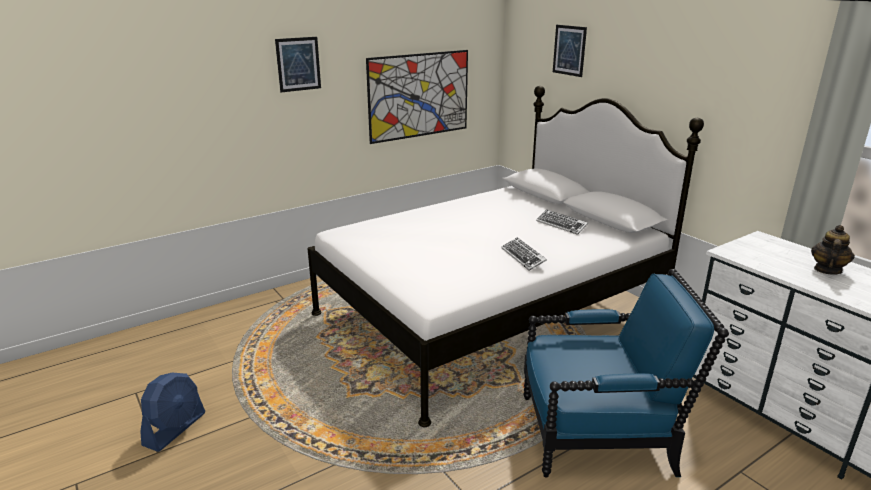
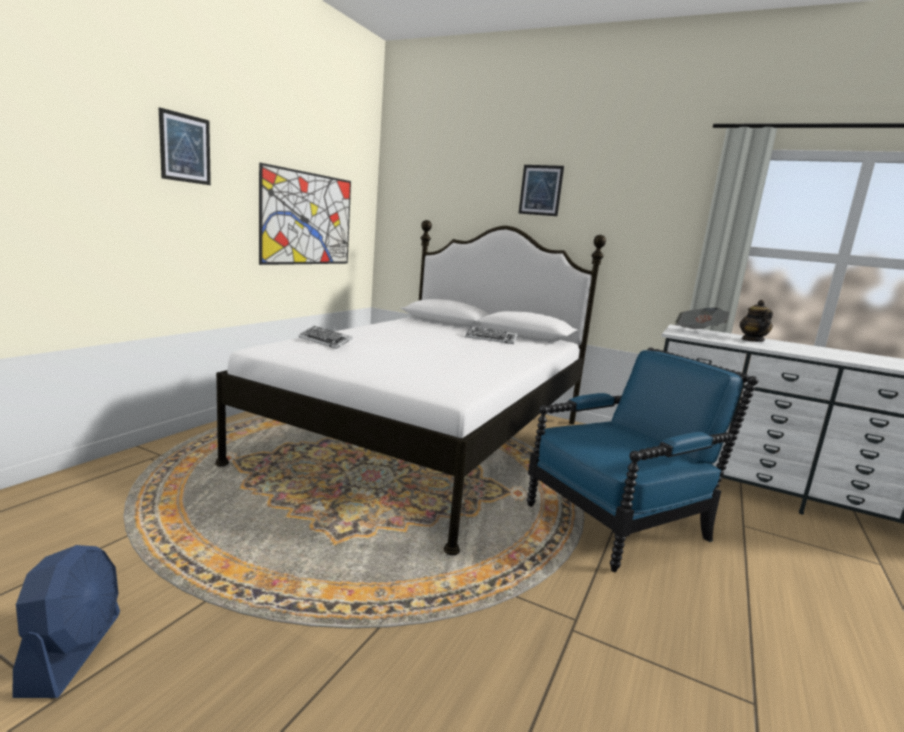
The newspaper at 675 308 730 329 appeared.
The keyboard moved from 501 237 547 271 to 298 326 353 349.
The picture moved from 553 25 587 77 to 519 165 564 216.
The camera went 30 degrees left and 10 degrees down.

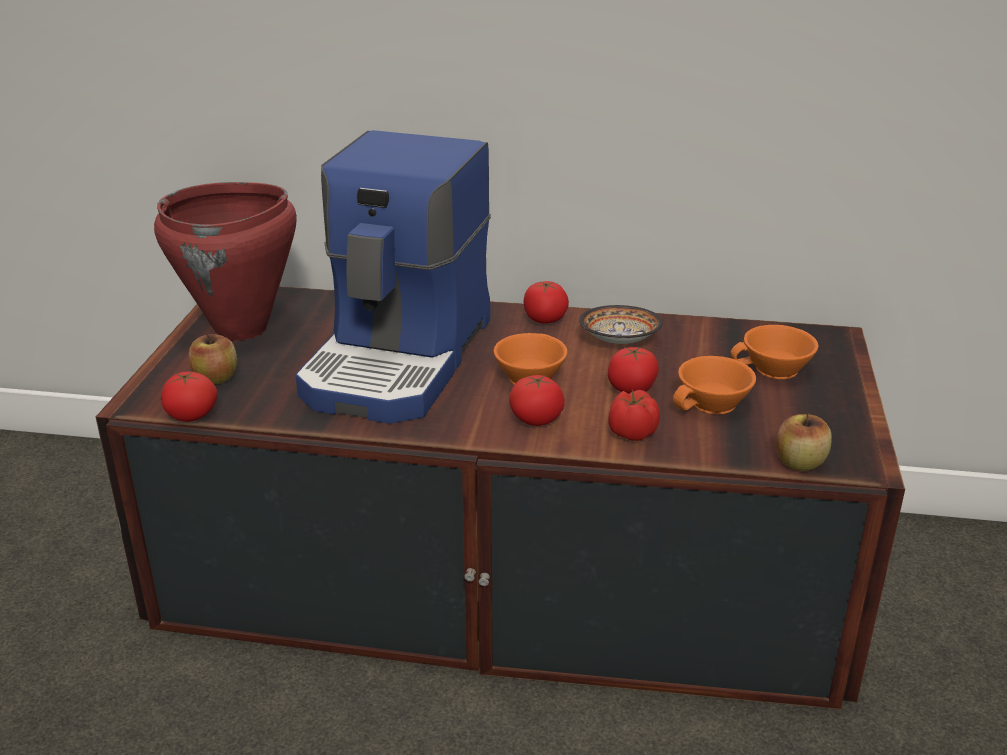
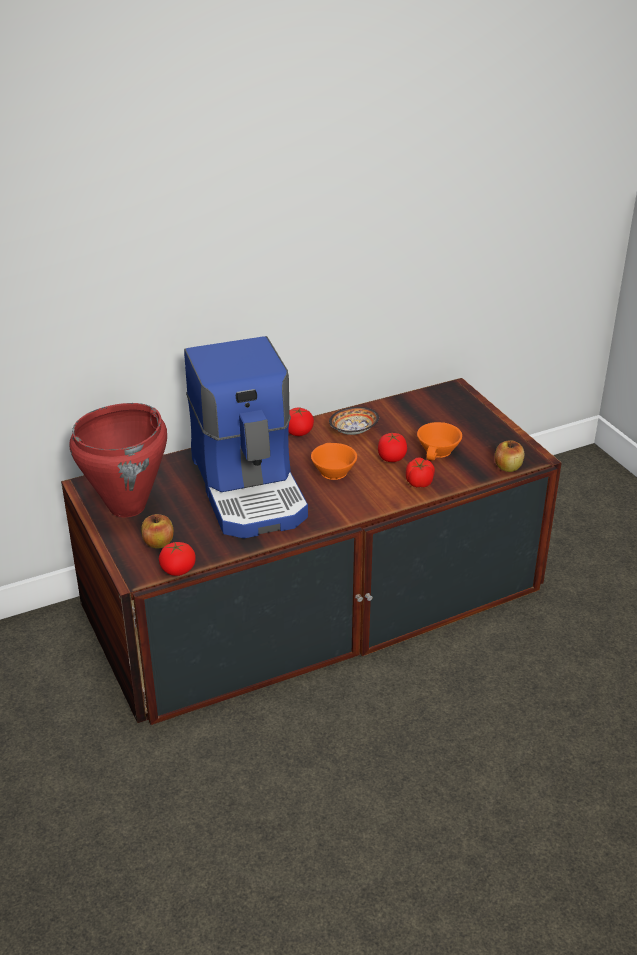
The tomato at 509 375 565 426 disappeared.
The orange cup at 730 325 818 379 disappeared.
The camera went 35 degrees left and 5 degrees up.

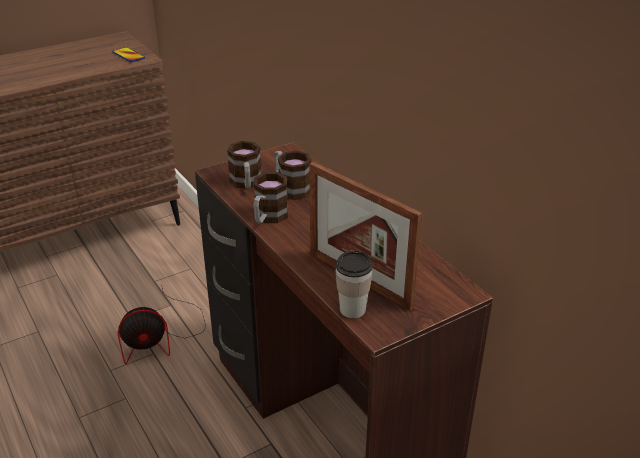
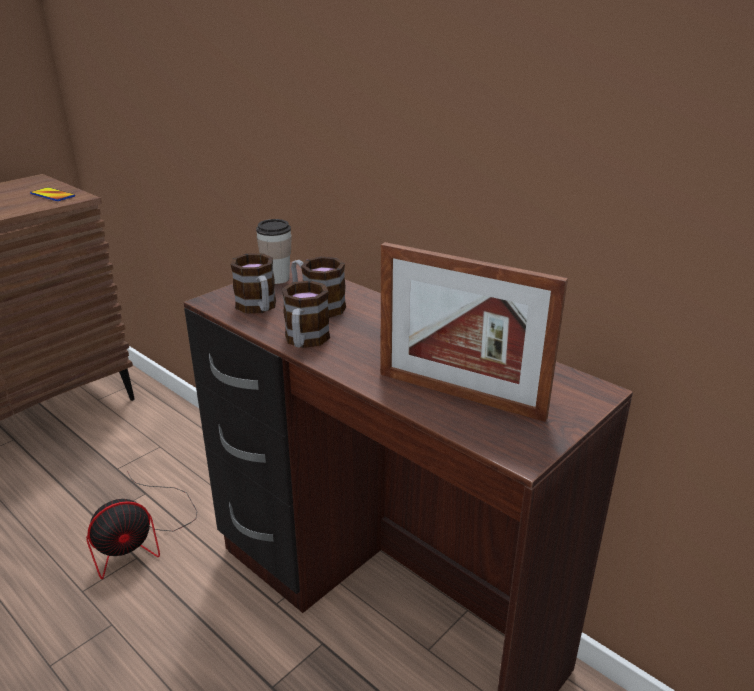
The cup moved from 335 251 373 318 to 256 219 292 284.
The camera went 15 degrees left and 5 degrees down.

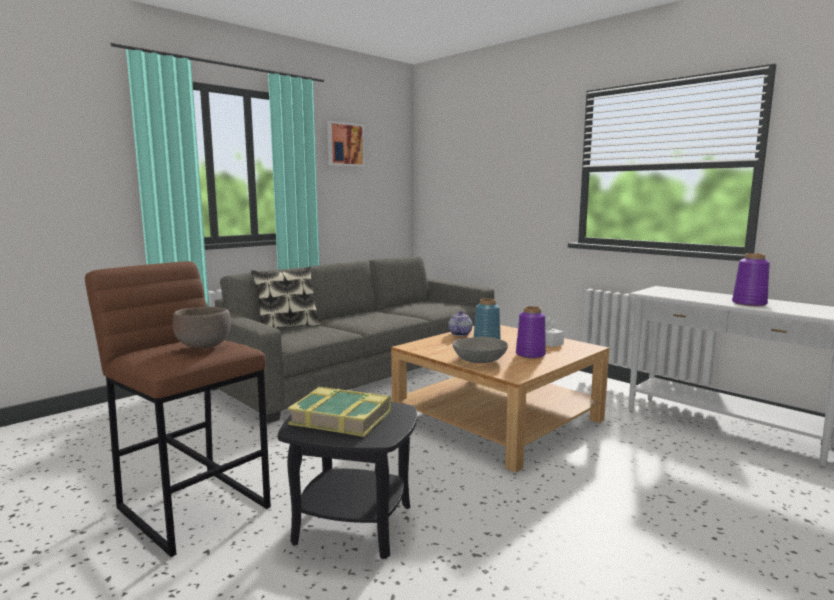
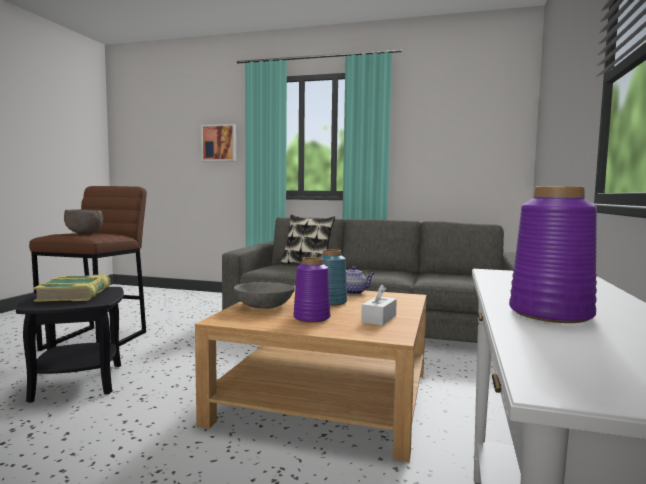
The picture moved from 327 121 365 167 to 201 124 236 161.
The camera went 60 degrees right and 5 degrees down.

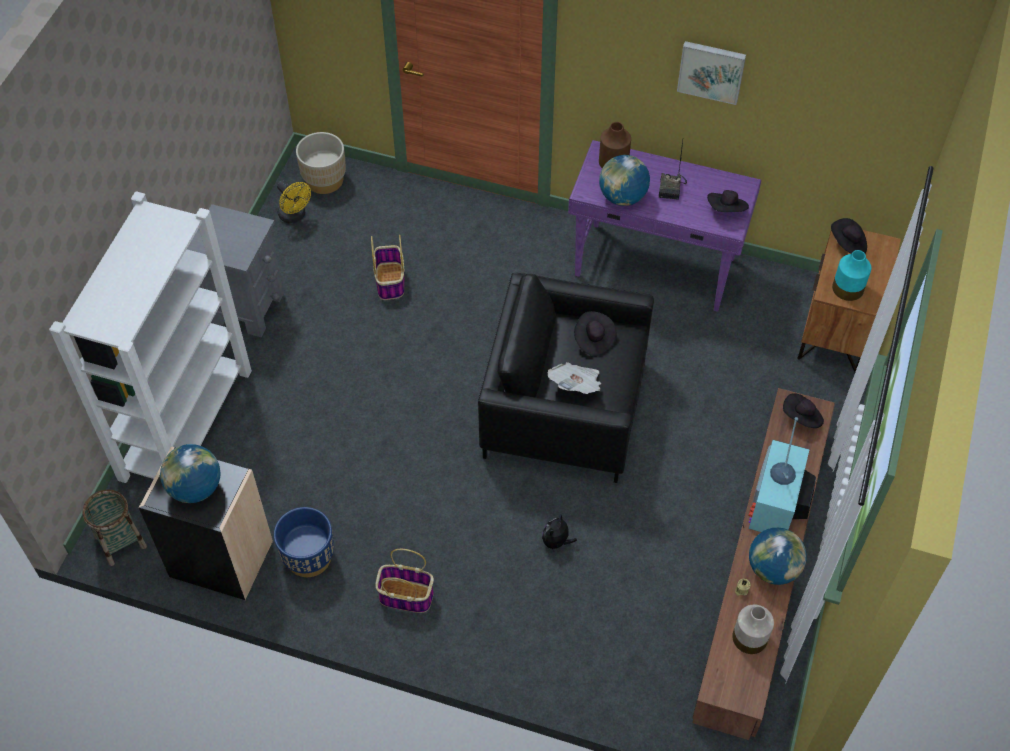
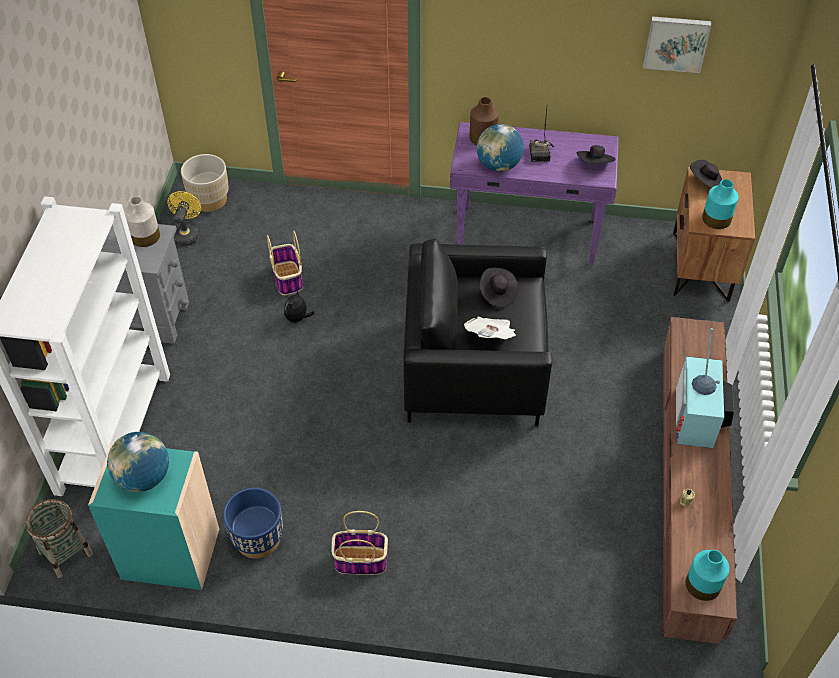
The globe at 749 528 807 585 disappeared.
The black hat at 783 393 824 428 disappeared.
The turquoise vase at 686 550 730 601 appeared.
The plush toy moved from 542 515 577 551 to 284 290 314 324.
The picture moved from 677 41 746 105 to 643 16 711 73.
The beige vase moved from 732 605 774 654 to 124 196 160 247.
The black bookcase at 139 446 273 600 became the turquoise bookcase at 88 442 219 590.
The yellow fan at 277 180 311 224 turned 120 degrees counterclockwise.
The camera went 10 degrees left and 5 degrees down.

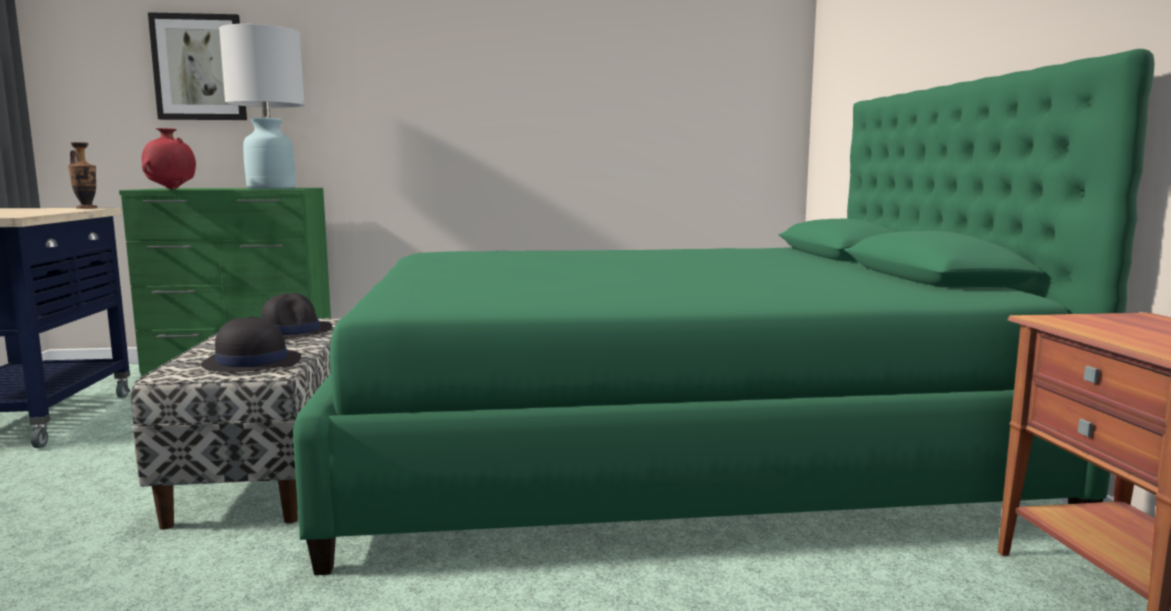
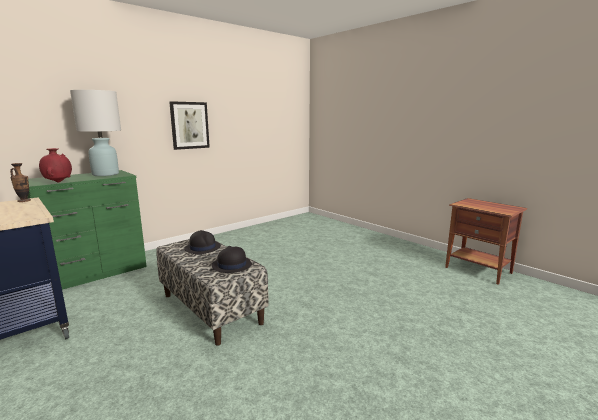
The green bed at 293 49 1155 575 disappeared.
The picture moved from 148 12 247 120 to 169 101 210 150.
The camera went 35 degrees left and 5 degrees up.

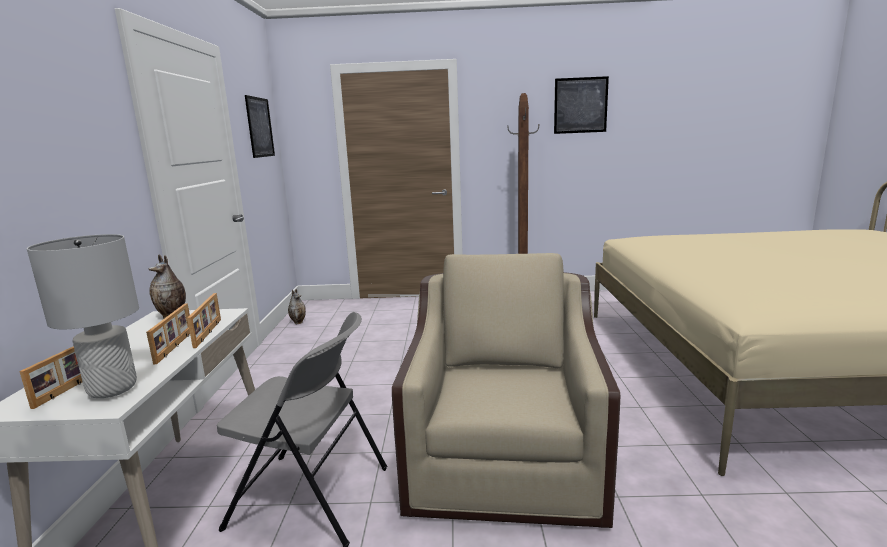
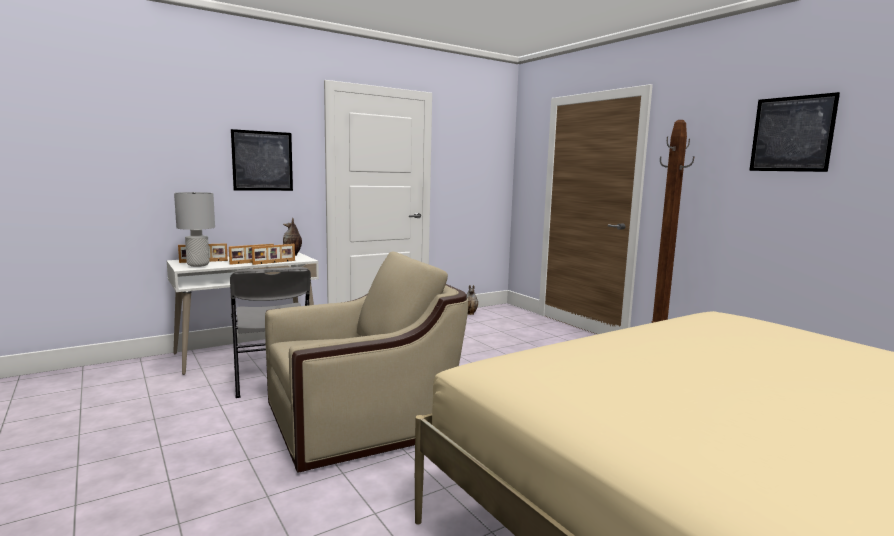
The picture moved from 245 95 275 158 to 231 129 293 191.
The camera went 55 degrees right and 5 degrees down.

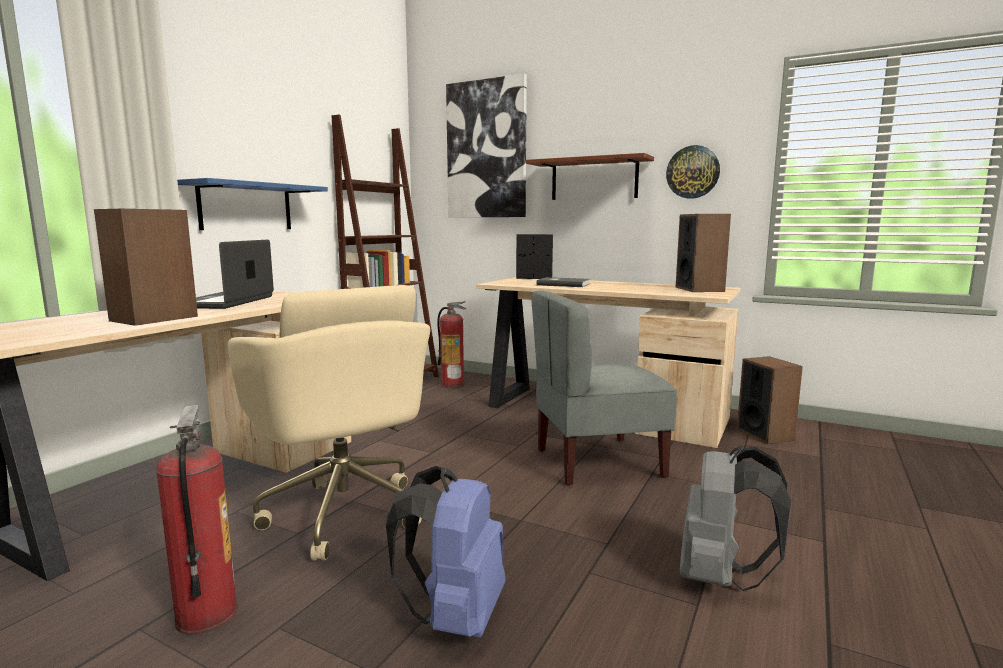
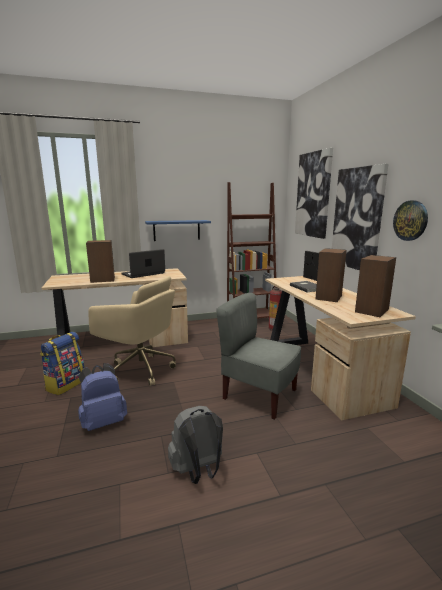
The speaker moved from 737 356 803 444 to 315 248 347 302.
The fire extinguisher at 156 405 238 635 was replaced by the backpack at 40 332 85 395.
The brown shelf at 526 153 654 200 was replaced by the picture at 332 164 389 270.
The beige office chair at 228 285 430 560 turned 75 degrees counterclockwise.
The camera went 45 degrees right and 5 degrees up.

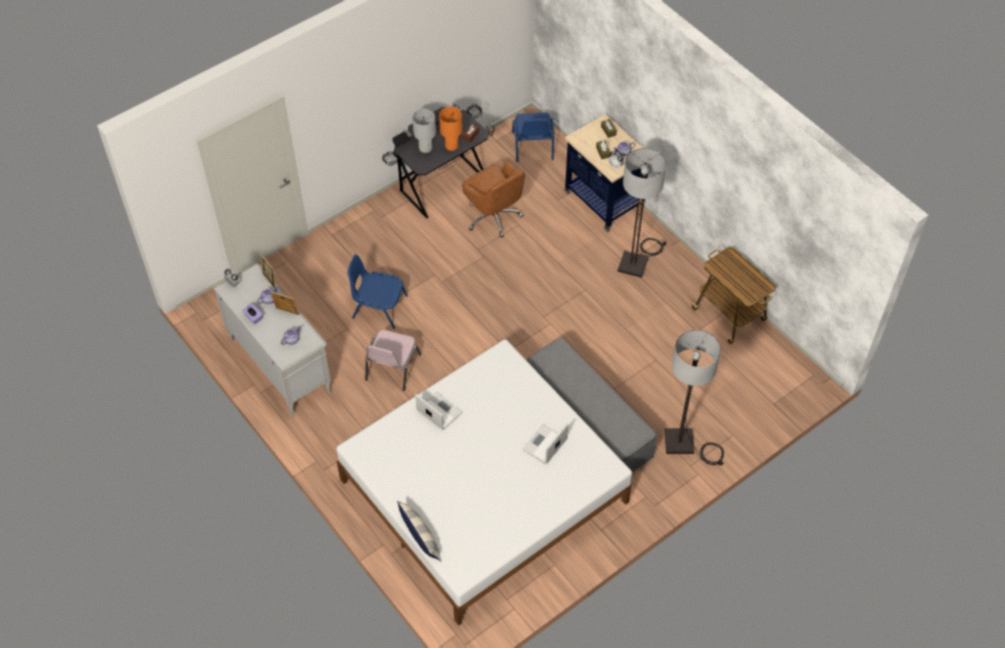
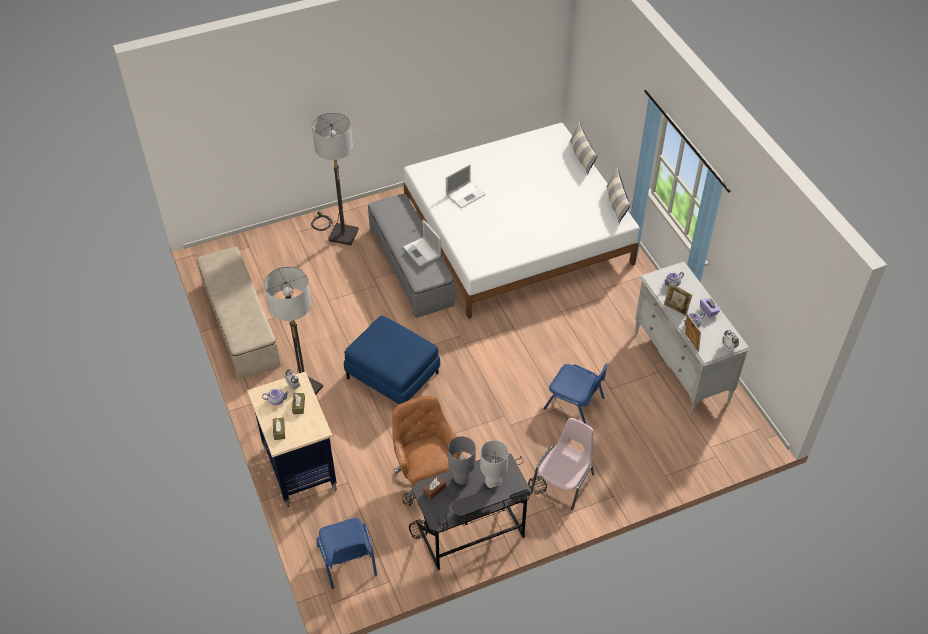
The blue ottoman at 344 316 440 404 appeared.
The pillow at 607 168 631 223 appeared.
The pink chair moved from 365 330 421 391 to 531 418 594 511.
The laptop moved from 415 392 463 430 to 403 220 441 266.
The cart at 690 247 776 344 was replaced by the beige bench at 197 247 281 380.
The orange table lamp at 439 107 462 151 became the grey table lamp at 448 436 476 485.
The blue chair at 512 112 554 162 turned 150 degrees clockwise.
The camera went 165 degrees left and 5 degrees down.

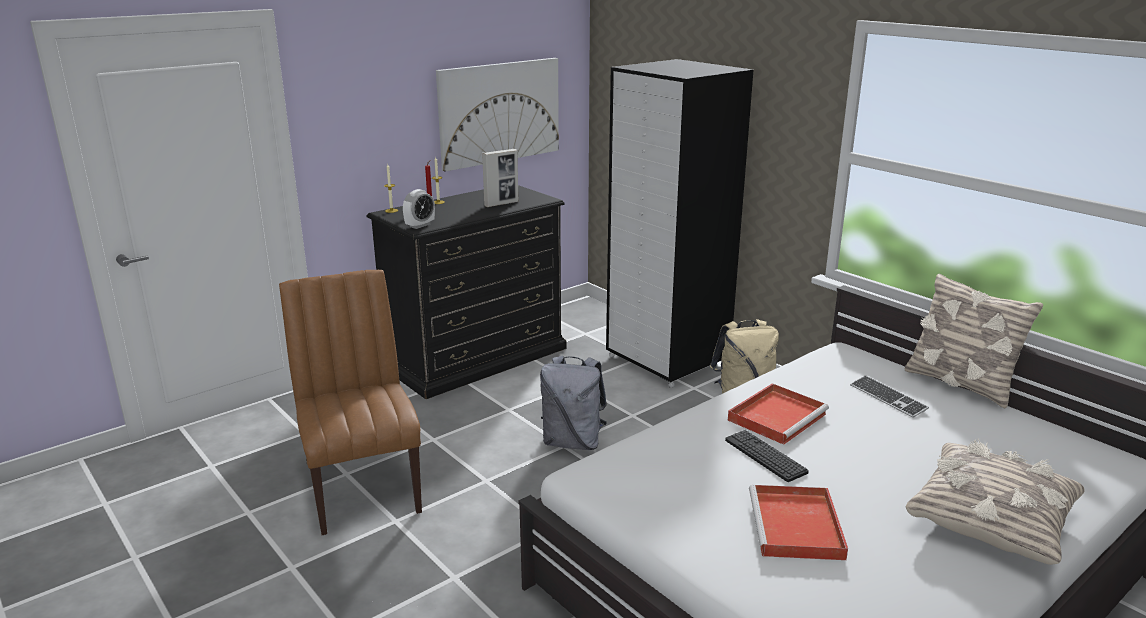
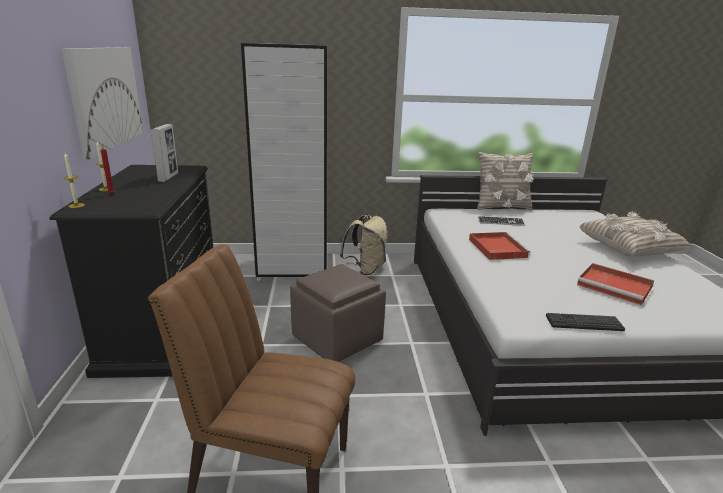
The alarm clock at 403 189 435 229 disappeared.
The keyboard moved from 725 430 809 482 to 546 313 625 331.
The grey backpack at 540 355 607 450 was replaced by the brown ottoman at 290 264 386 362.
The camera went 55 degrees left and 0 degrees up.

